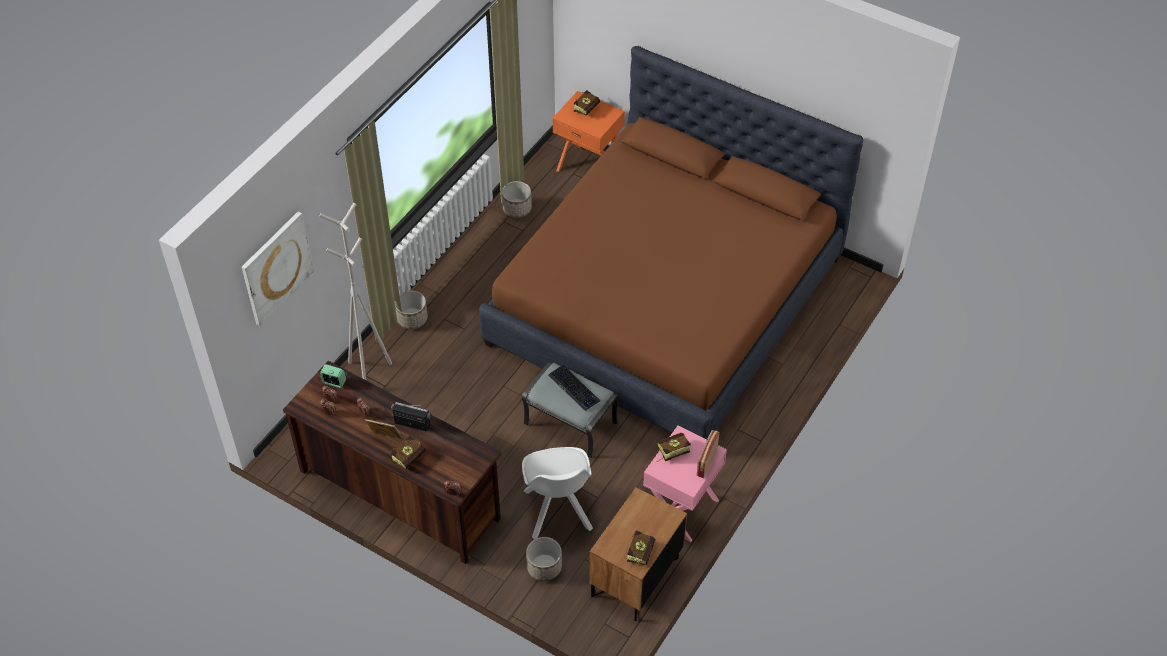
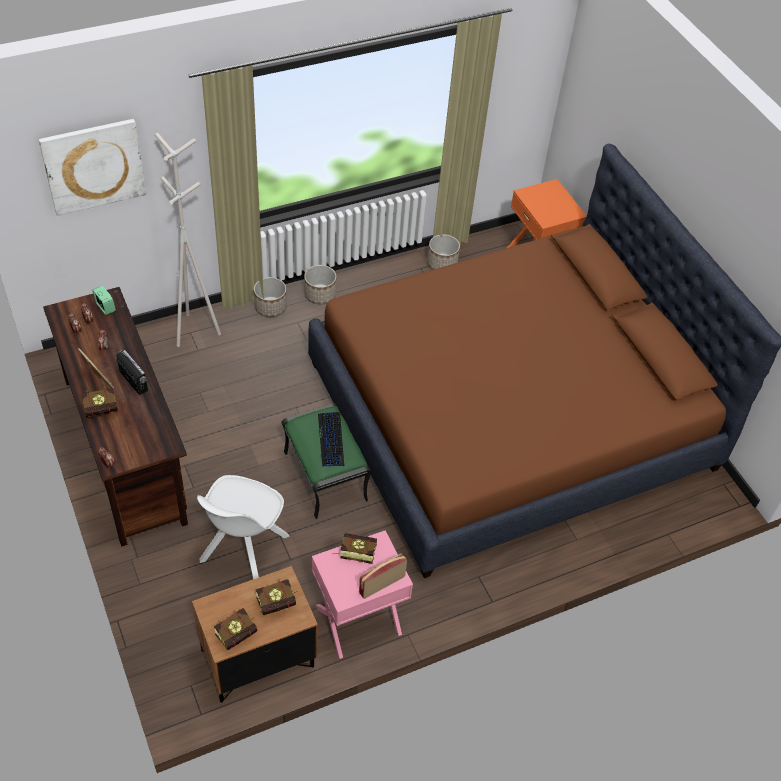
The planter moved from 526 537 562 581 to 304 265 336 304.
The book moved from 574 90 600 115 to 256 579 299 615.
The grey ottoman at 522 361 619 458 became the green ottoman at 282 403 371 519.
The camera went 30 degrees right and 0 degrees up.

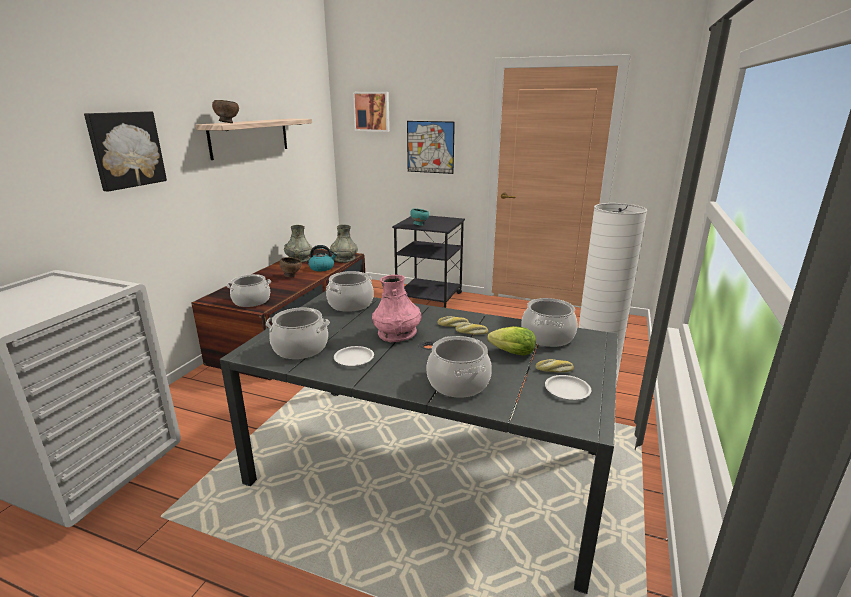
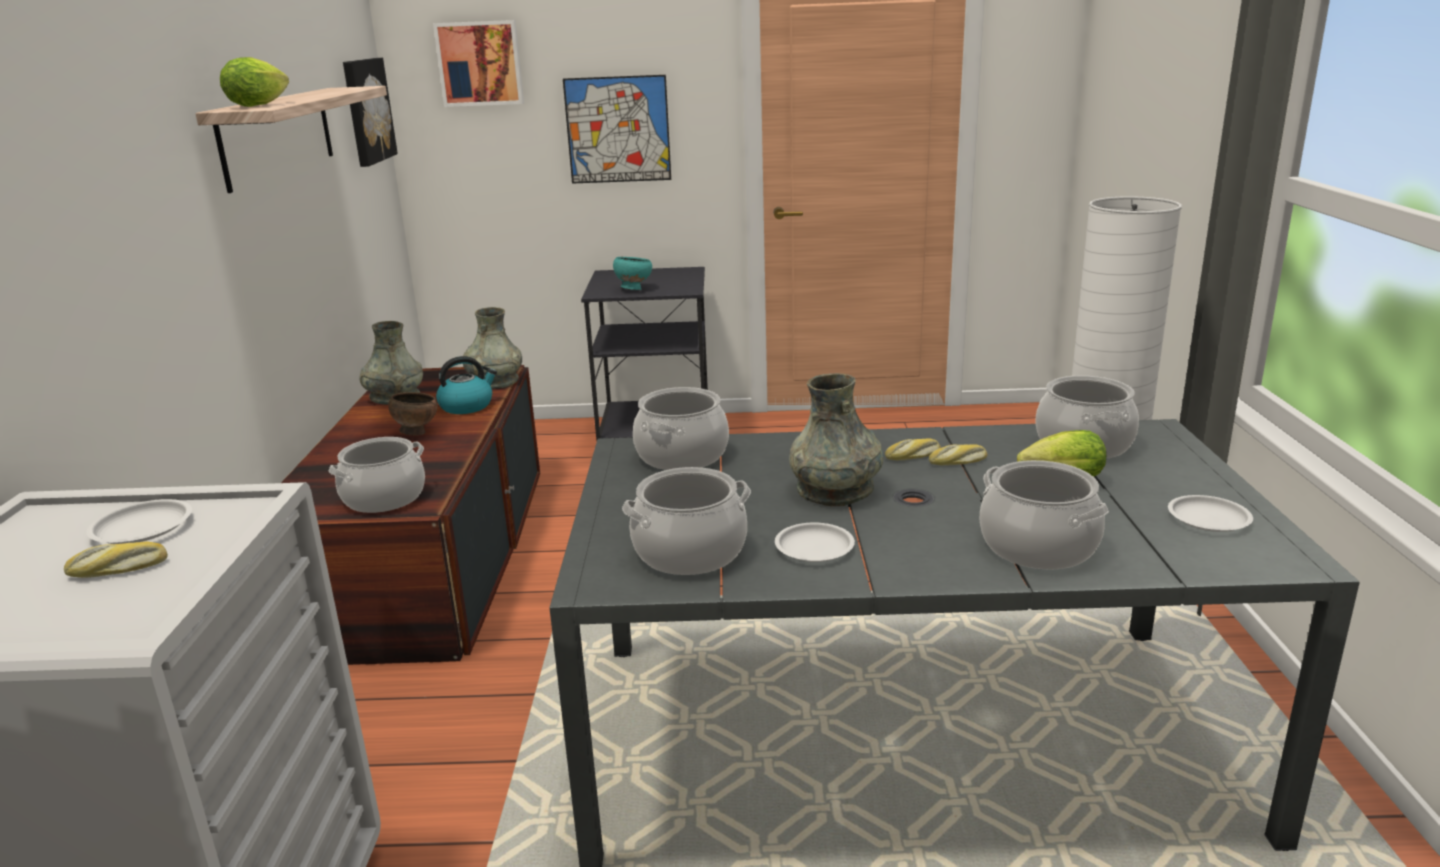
The white plate at 86 499 192 544 appeared.
The picture moved from 84 111 167 192 to 343 58 398 167.
The bread moved from 535 359 574 372 to 64 541 168 578.
The brown bowl at 212 100 239 123 was replaced by the lettuce at 220 57 289 107.
The pink vase at 372 275 421 342 became the grey vase at 789 373 884 506.
The camera went 20 degrees left and 0 degrees up.

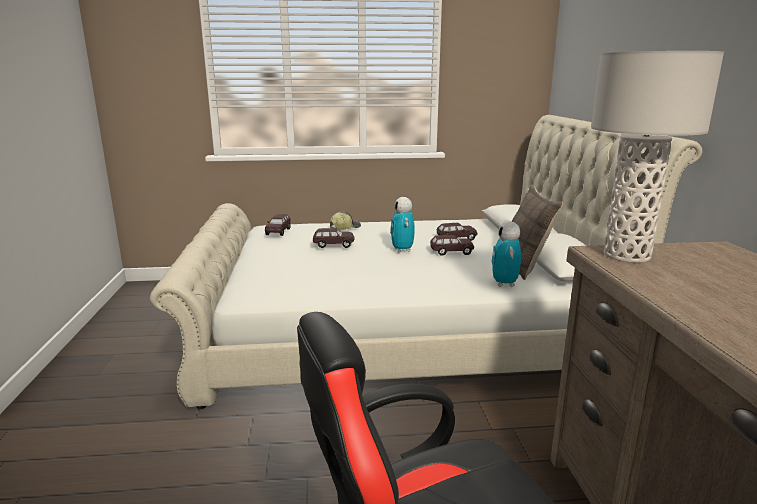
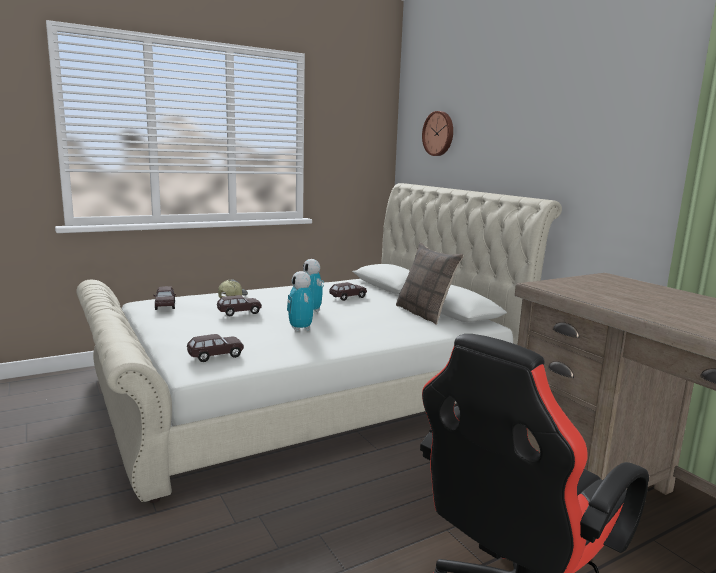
The white table lamp at 591 51 724 263 disappeared.
The wall clock at 422 111 453 156 appeared.
The brown toy car moved from 430 235 474 256 to 187 334 244 362.
The toy robot moved from 491 221 521 287 to 287 271 314 331.
The camera went 25 degrees left and 5 degrees down.

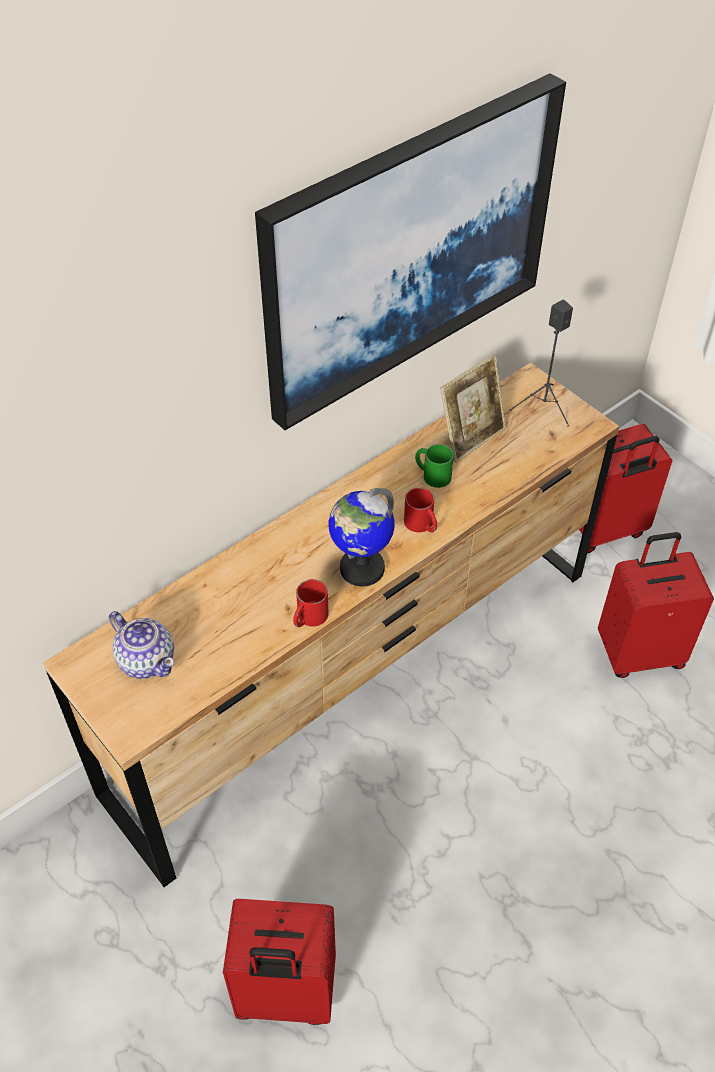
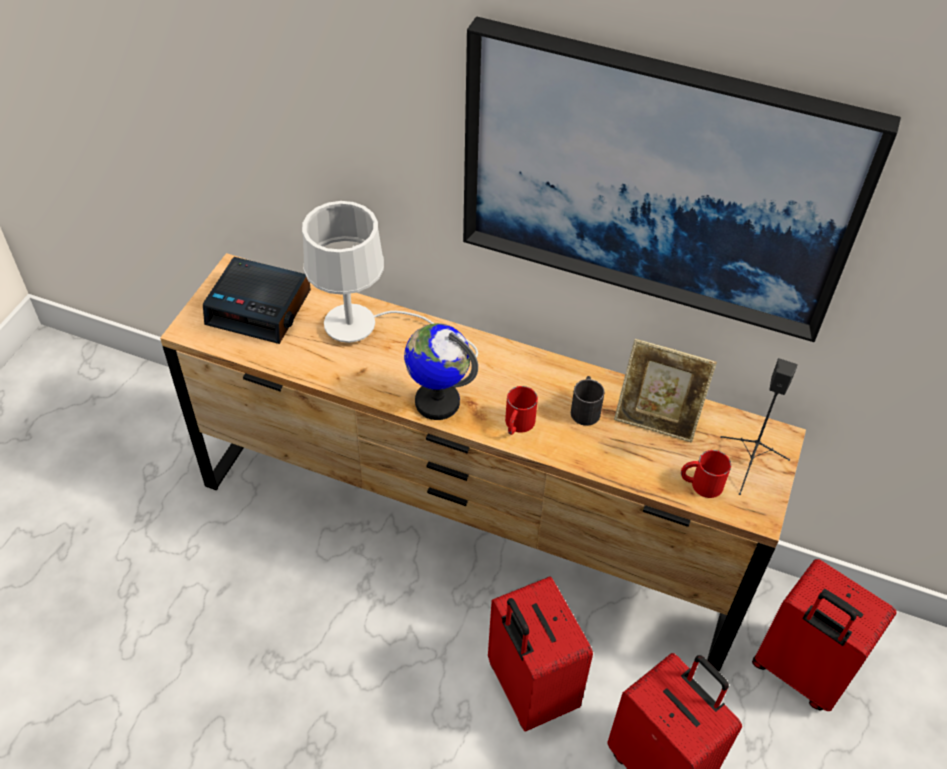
The white table lamp at 302 201 478 357 appeared.
The red suitcase moved from 223 899 336 1025 to 488 576 593 732.
The red mug moved from 293 579 329 627 to 681 450 731 498.
The teapot at 109 611 174 679 was replaced by the alarm clock at 203 257 311 344.
The green mug at 415 444 454 488 became the black mug at 571 376 605 426.
The camera went 60 degrees right and 0 degrees up.

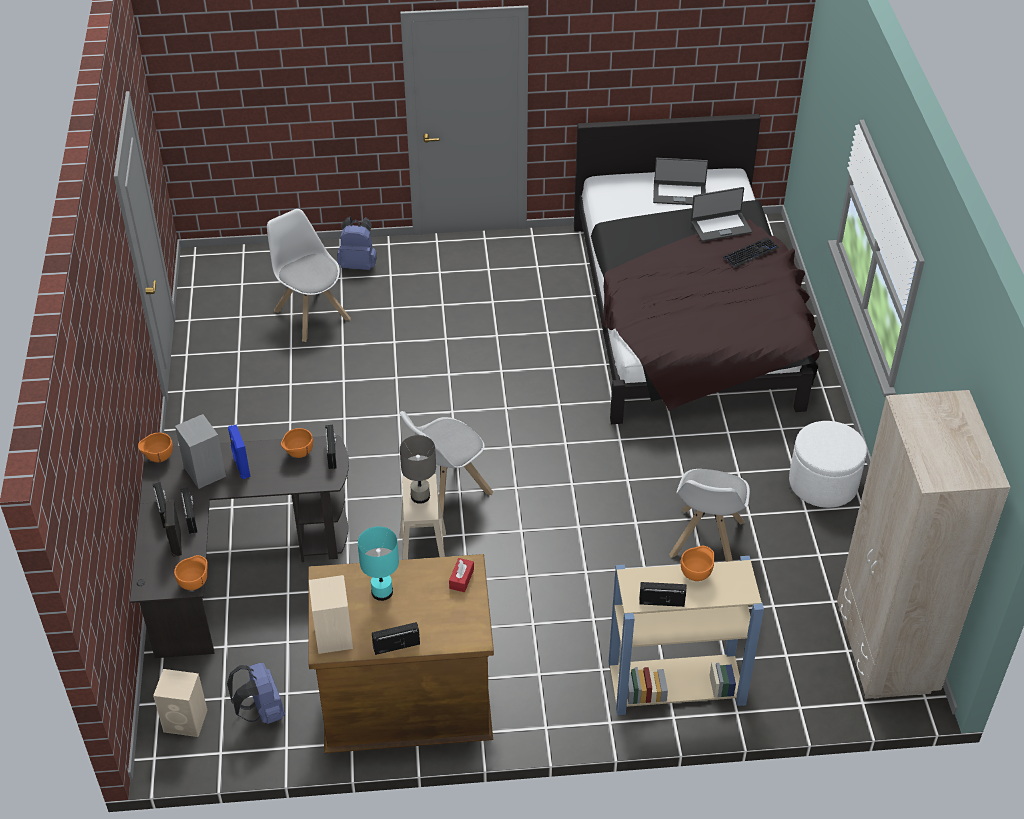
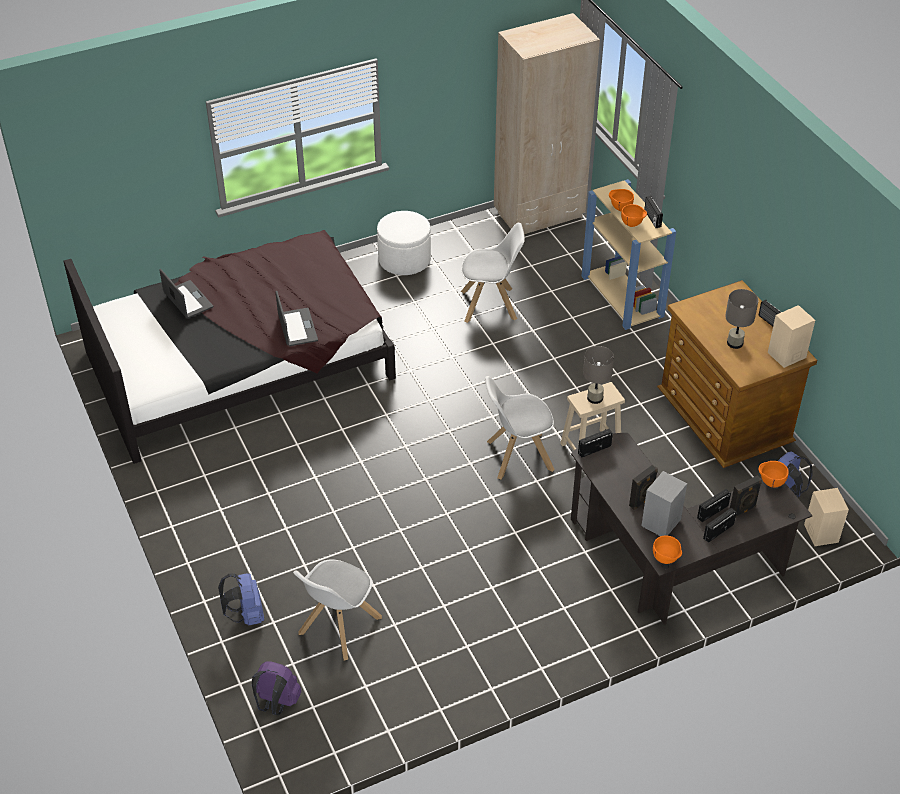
The red tissue box at 449 558 474 592 disappeared.
The keyboard at 723 237 779 268 disappeared.
The purple backpack at 252 661 301 715 appeared.
The orange bowl moved from 281 428 313 458 to 621 204 647 227.
The laptop moved from 653 158 708 205 to 275 291 318 346.
The blue speaker at 228 424 250 479 became the black speaker at 629 465 658 510.
The turquoise table lamp at 358 526 399 601 became the grey table lamp at 725 289 758 349.
The chair at 400 411 493 515 turned 135 degrees clockwise.
The camera went 110 degrees left and 0 degrees up.

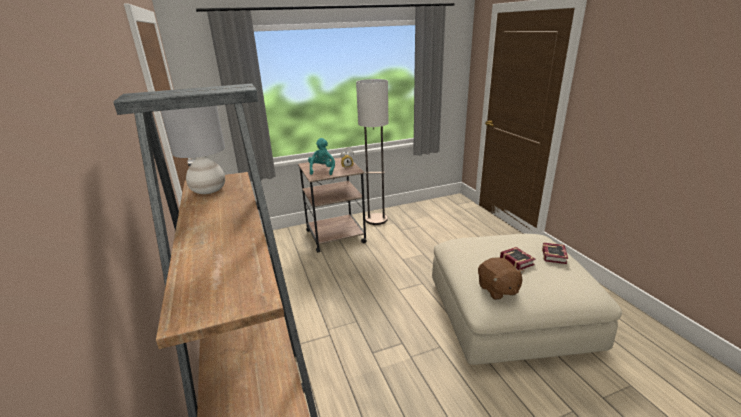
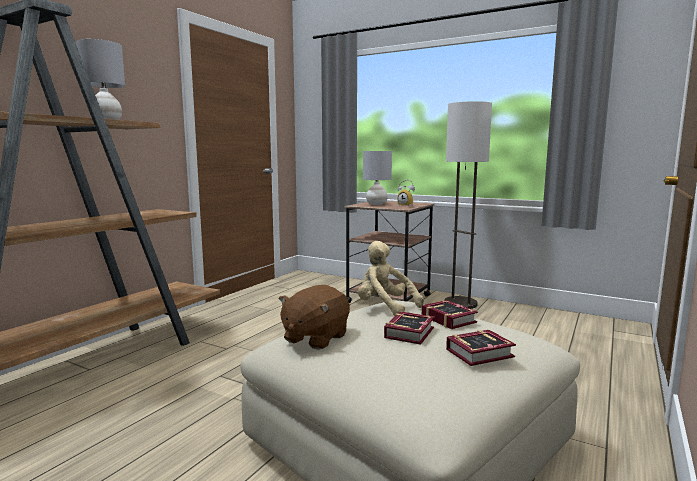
The beige plush toy at 358 241 424 316 appeared.
The book at 422 300 478 329 appeared.
The turquoise plush toy at 308 138 335 175 was replaced by the grey table lamp at 363 151 392 205.
The camera went 50 degrees right and 15 degrees down.

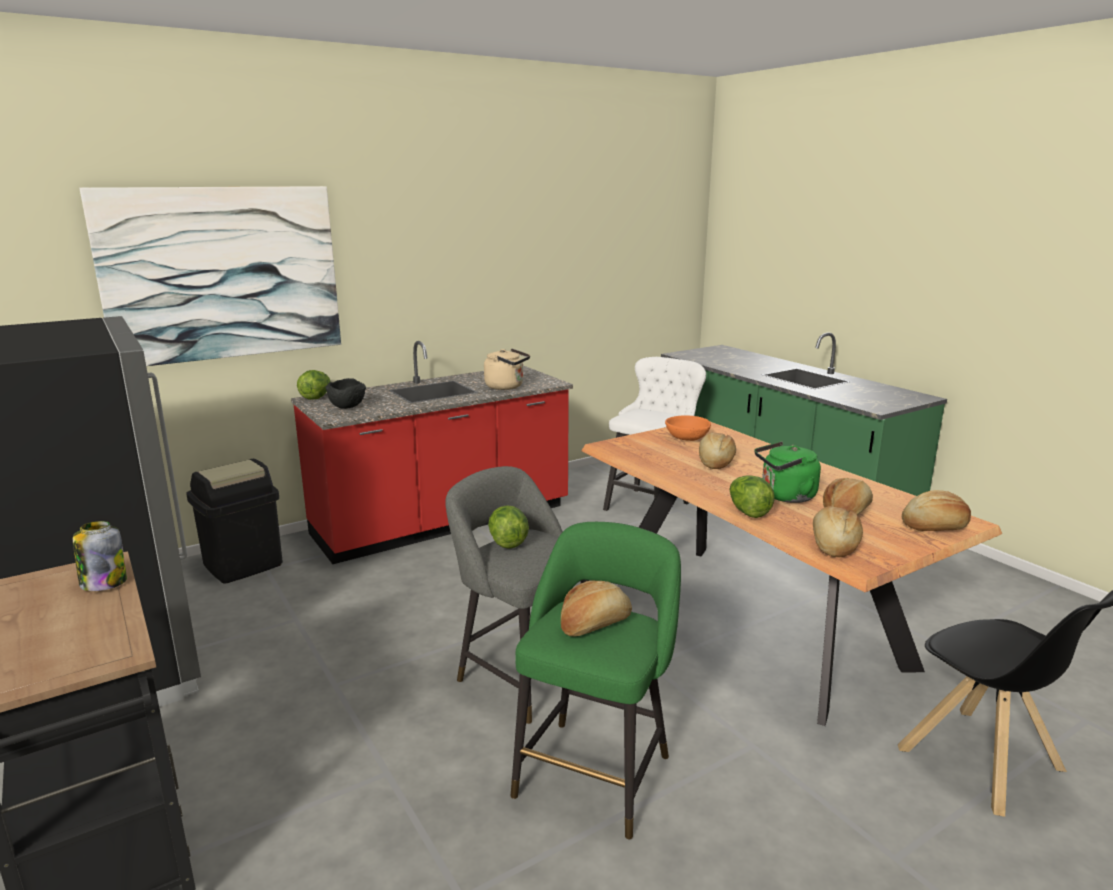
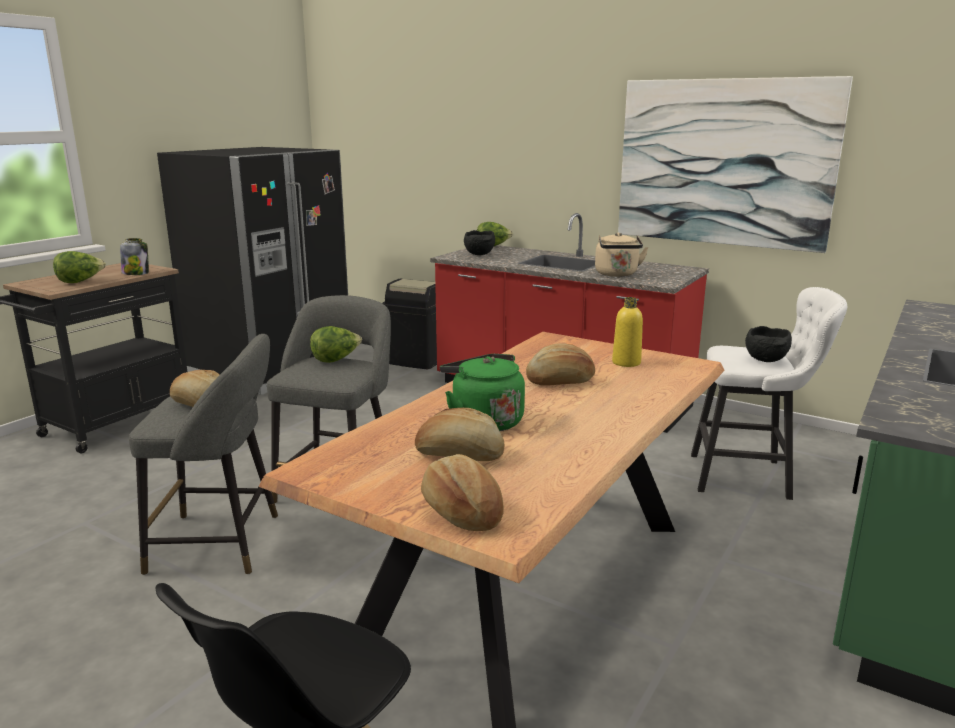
The bread at 813 506 863 557 disappeared.
The black bowl at 745 326 792 362 appeared.
The picture moved from 80 186 341 366 to 618 76 853 253.
The lettuce moved from 729 475 775 518 to 53 251 106 283.
The orange bowl at 665 415 711 441 was replaced by the yellow bottle at 612 297 643 367.
The green stool at 511 522 681 840 became the grey stool at 129 334 278 575.
The camera went 65 degrees right and 0 degrees up.

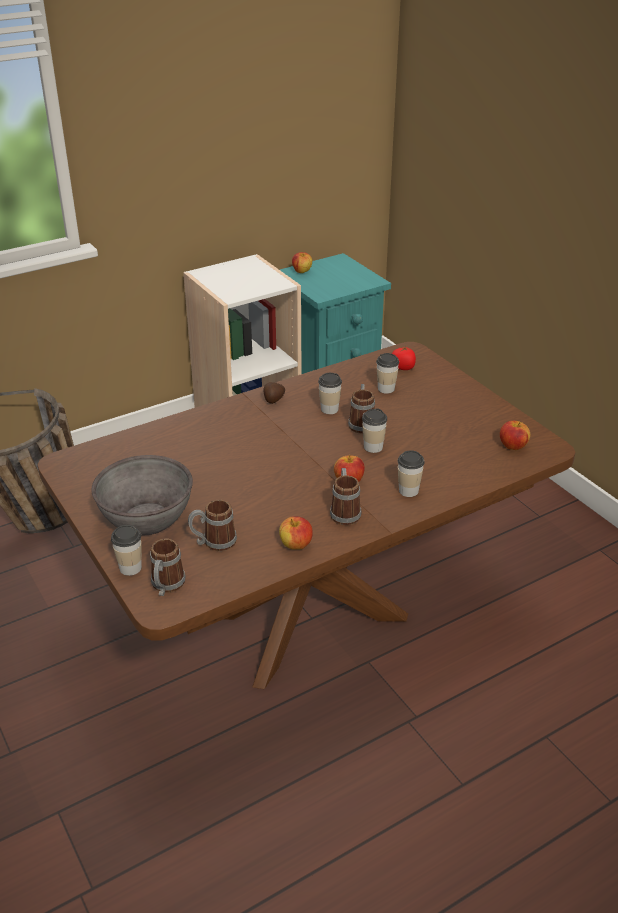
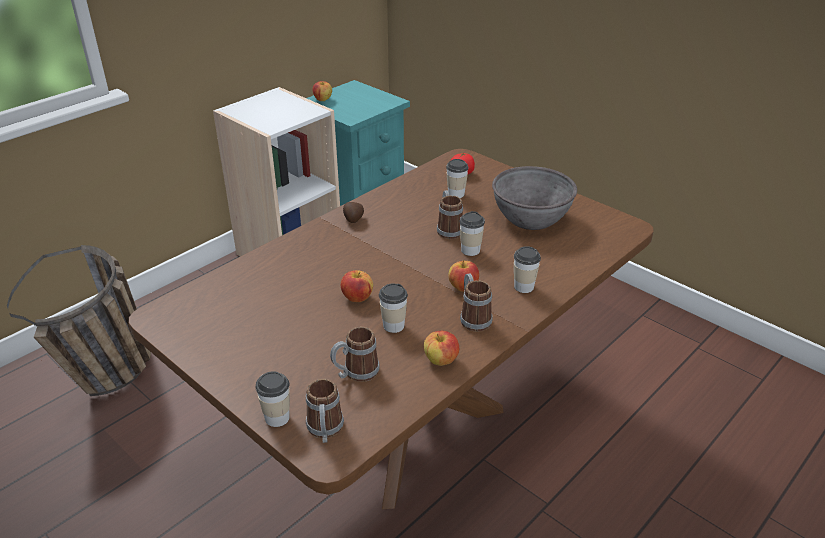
The grey bowl moved from 91 455 193 535 to 492 166 577 230.
The cup moved from 318 373 342 414 to 379 284 408 333.
The apple moved from 500 421 530 450 to 341 270 373 302.
The camera went 15 degrees left and 0 degrees up.

